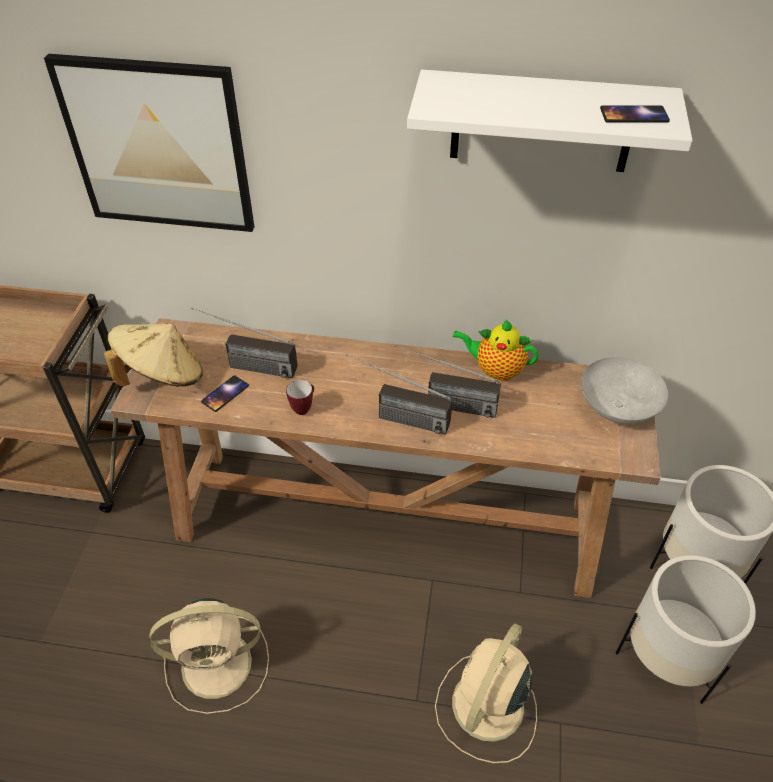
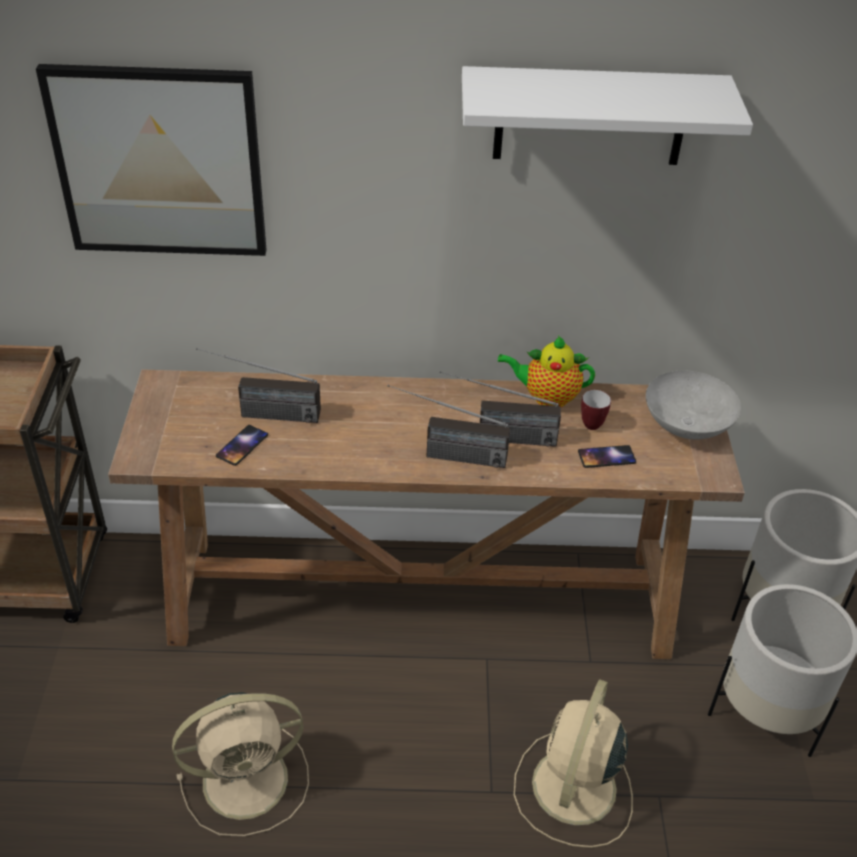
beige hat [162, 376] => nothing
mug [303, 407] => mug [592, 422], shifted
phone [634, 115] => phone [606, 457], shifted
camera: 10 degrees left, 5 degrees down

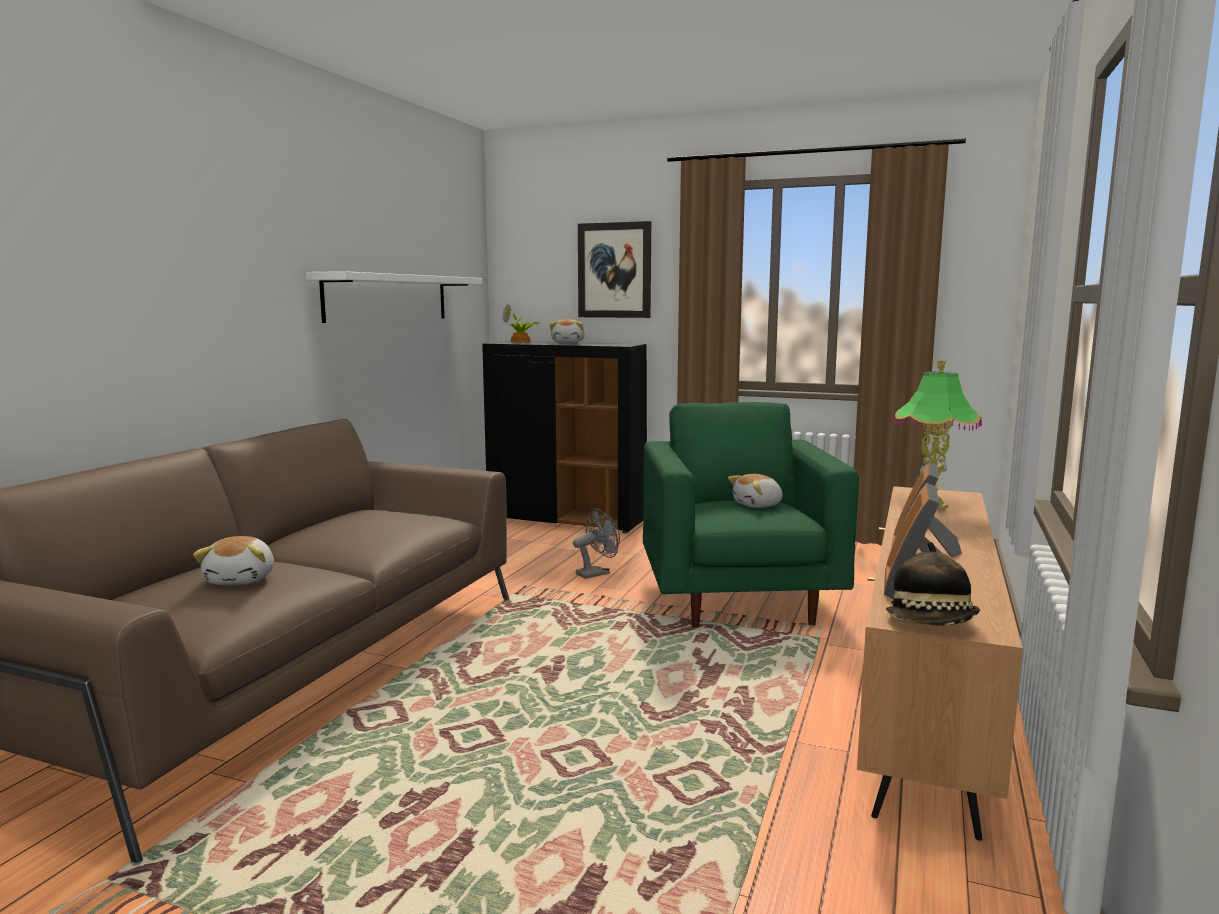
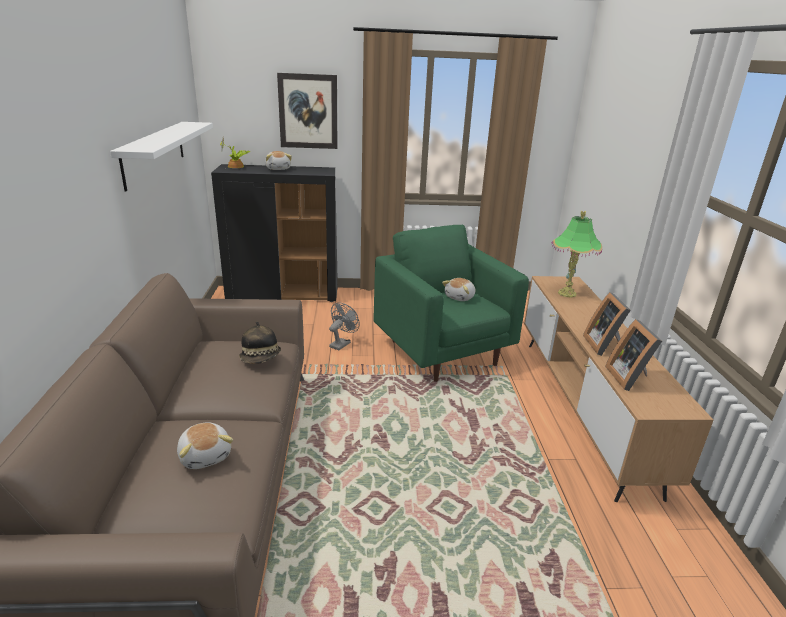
hat [932, 624] => hat [261, 358], shifted
camera: 25 degrees left, 15 degrees up

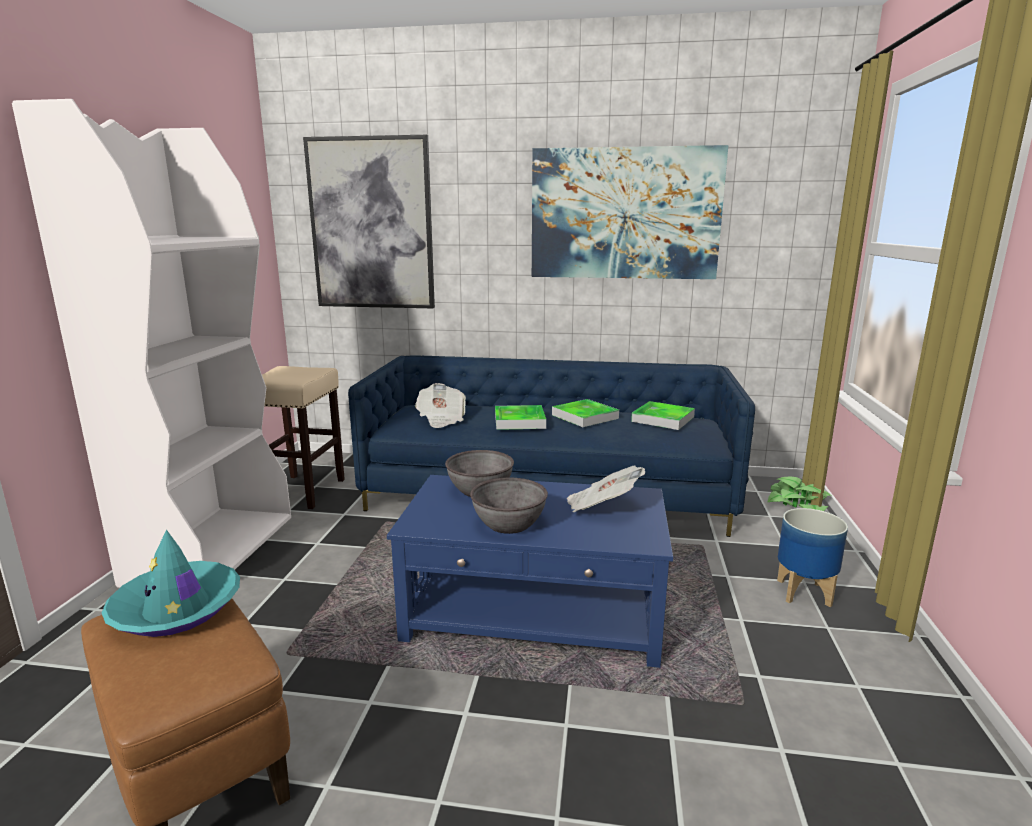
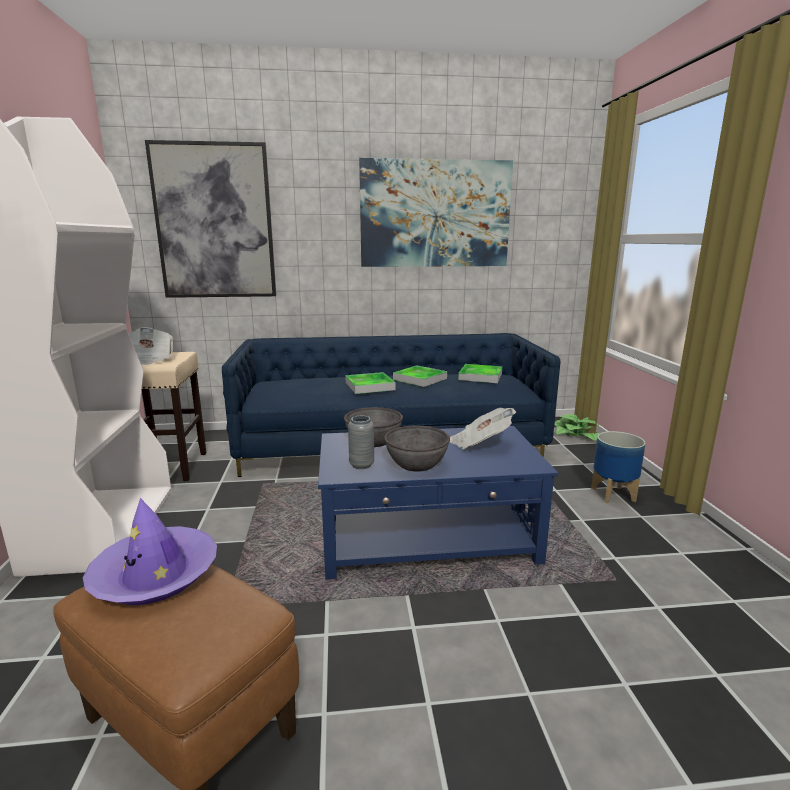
turquoise hat [177, 609] => purple hat [155, 575]
newspaper [441, 419] => newspaper [149, 359], shifted
nothing => grey vase [361, 465]
camera: 15 degrees left, 0 degrees up

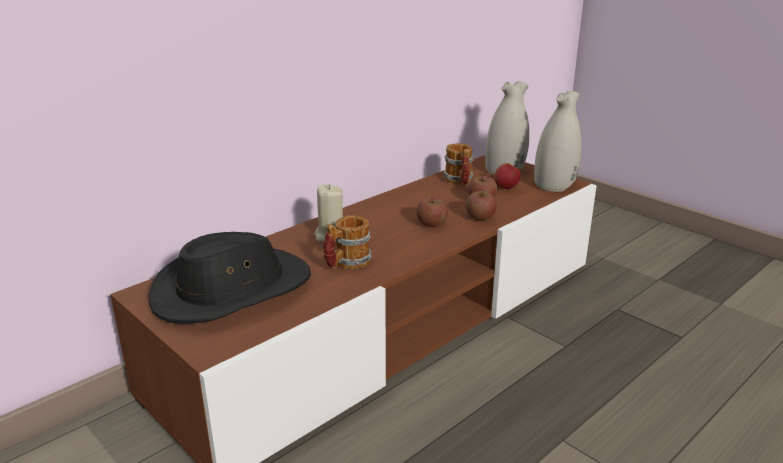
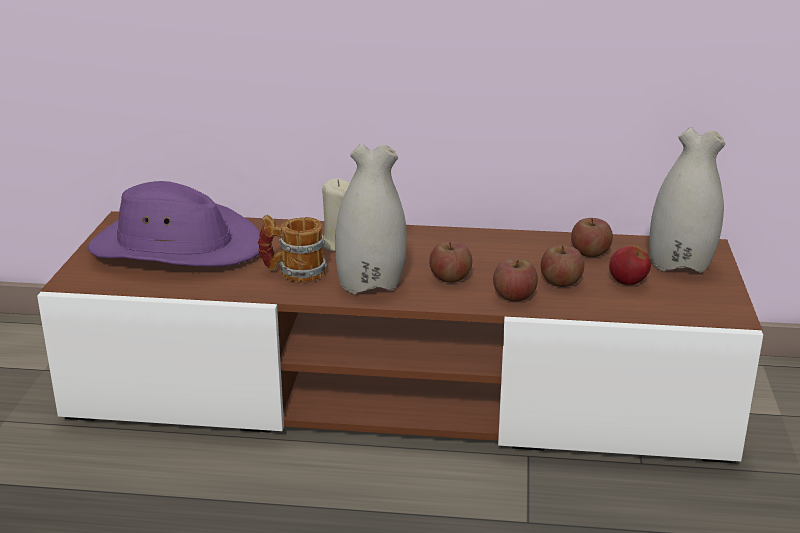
black hat [231, 290] => purple hat [176, 248]
mug [459, 182] => apple [590, 253]
white vase [554, 185] => white vase [371, 284], shifted
camera: 50 degrees right, 0 degrees up

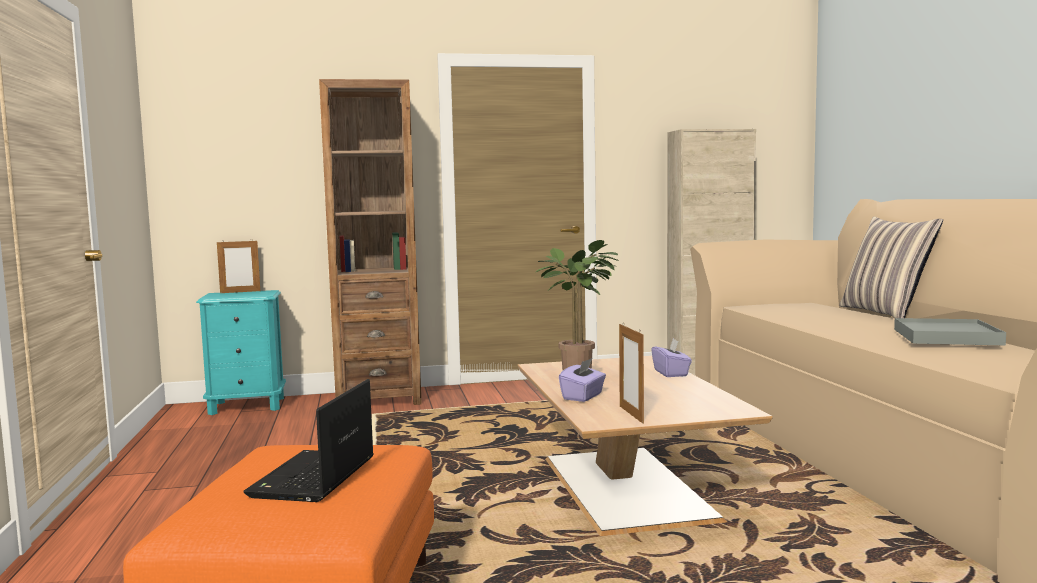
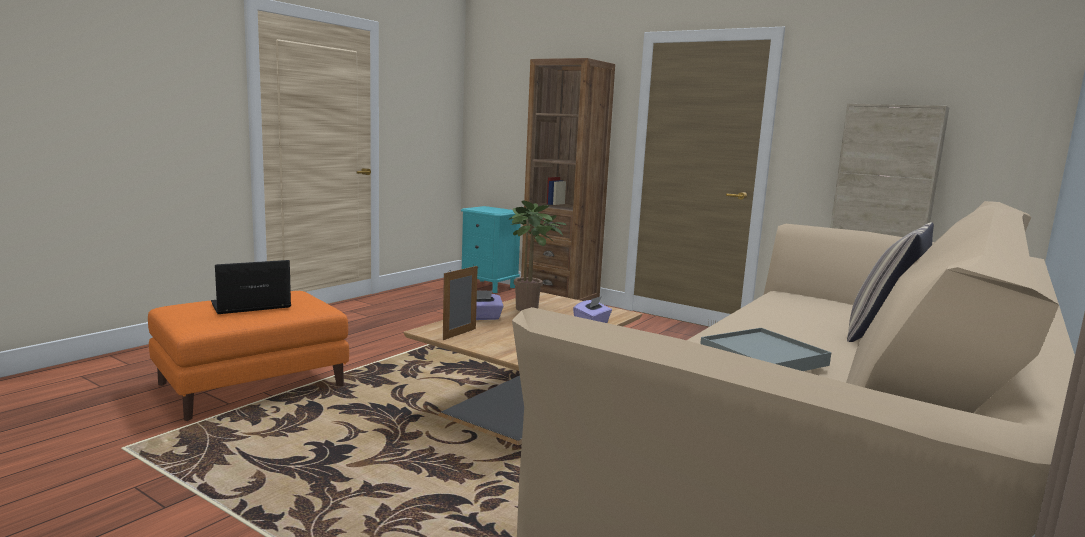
picture frame [240, 292] => nothing
camera: 45 degrees right, 5 degrees up

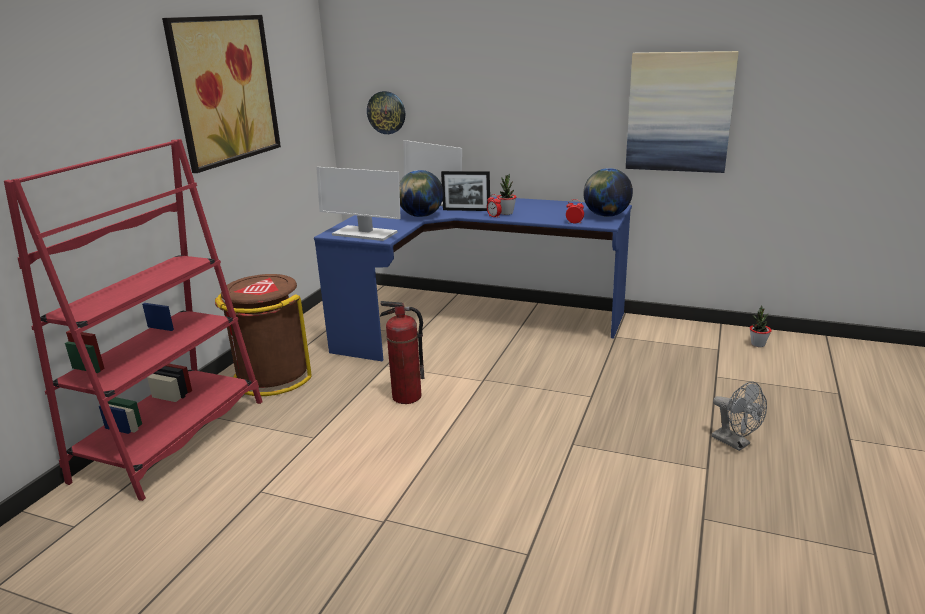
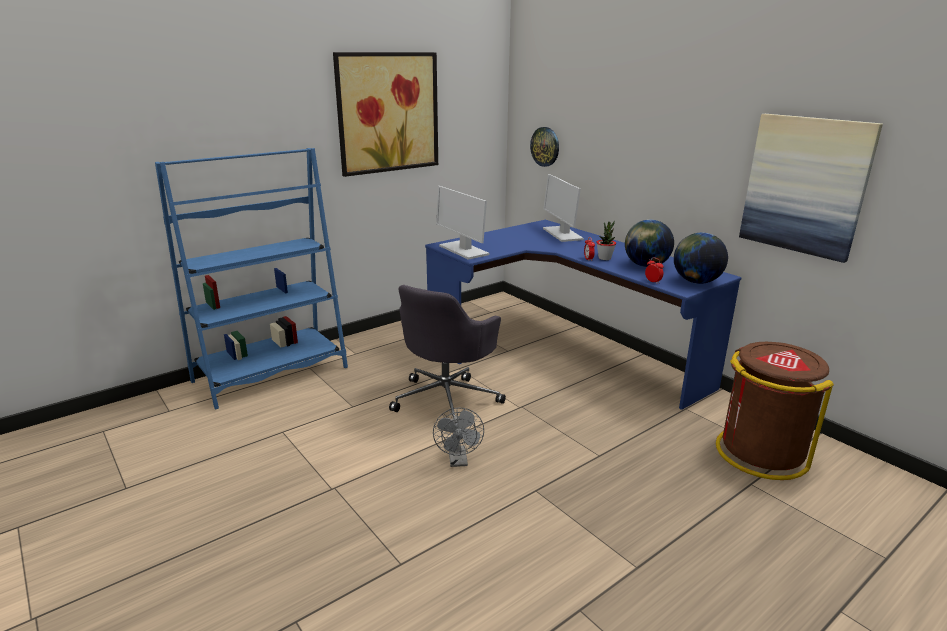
red bookcase [173, 439] => blue bookcase [271, 374]
brown trash can [272, 376] => brown trash can [760, 453], shifted
fire extinguisher [407, 397] => grey office chair [447, 399]
globe [421, 216] => globe [646, 266], shifted
picture frame [466, 210] => nothing
grey fan [735, 443] => grey fan [458, 461], shifted
potted plant [758, 344] => nothing
camera: 30 degrees right, 0 degrees up

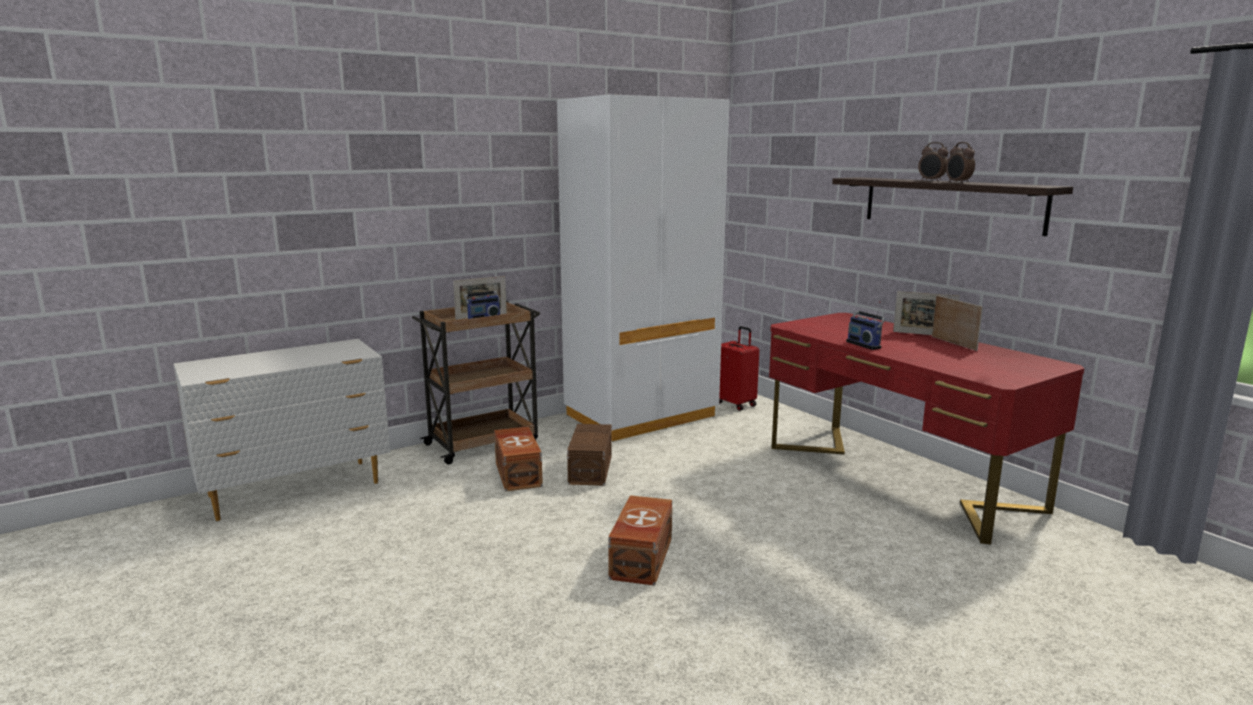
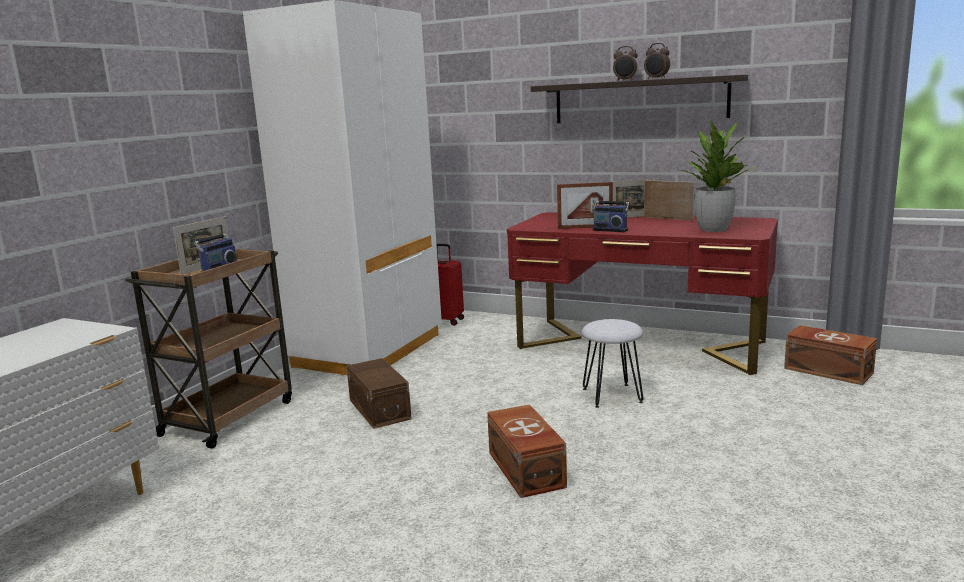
brown storage box [519, 473] => brown storage box [827, 370], shifted
nothing => picture frame [585, 227]
nothing => white stool [611, 395]
nothing => potted plant [713, 229]
camera: 30 degrees left, 0 degrees up

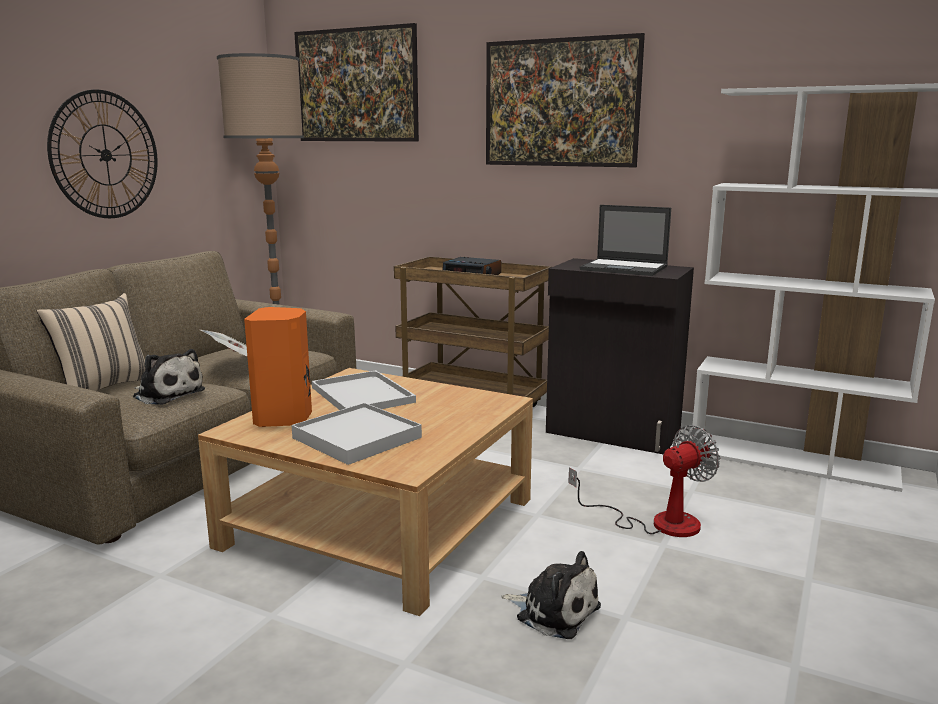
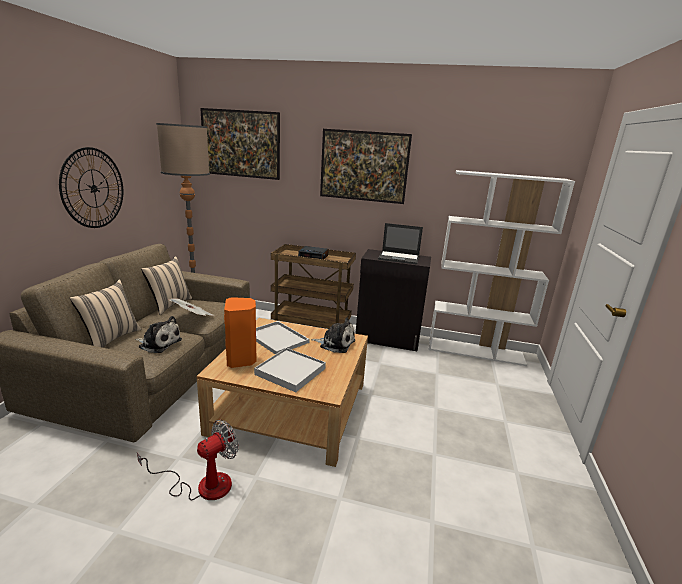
plush toy [554, 611] => plush toy [335, 343], shifted
fan [658, 522] => fan [202, 485], shifted
nothing => beige pillow [169, 305]
camera: 15 degrees left, 5 degrees up

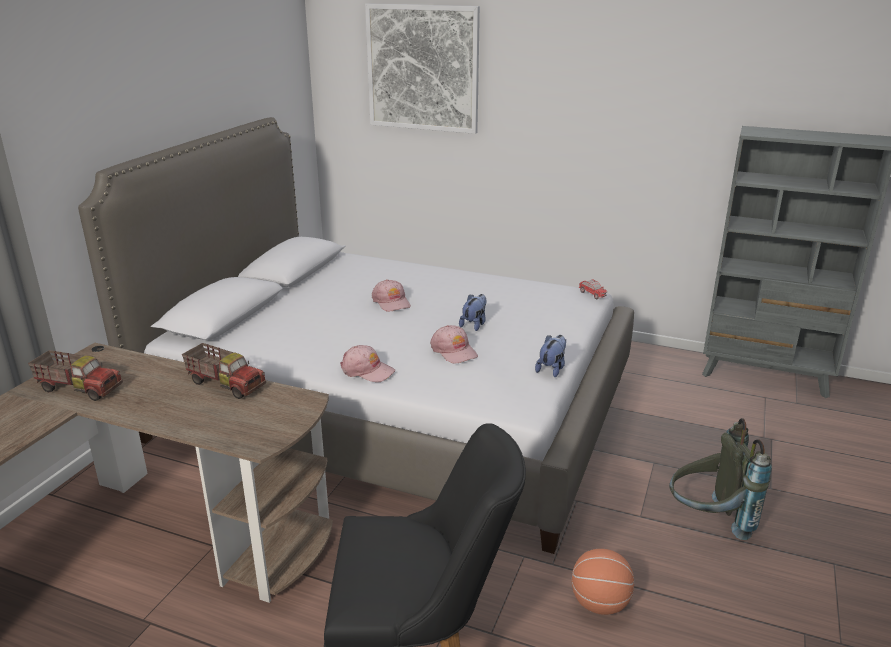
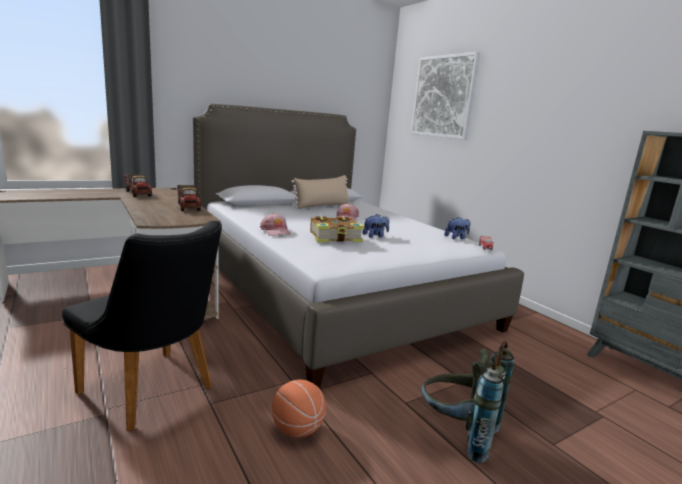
pink cap [454, 351] => book [336, 238]
plush toy [552, 369] => plush toy [456, 238], shifted
nothing => beige pillow [322, 206]
camera: 35 degrees right, 10 degrees down

